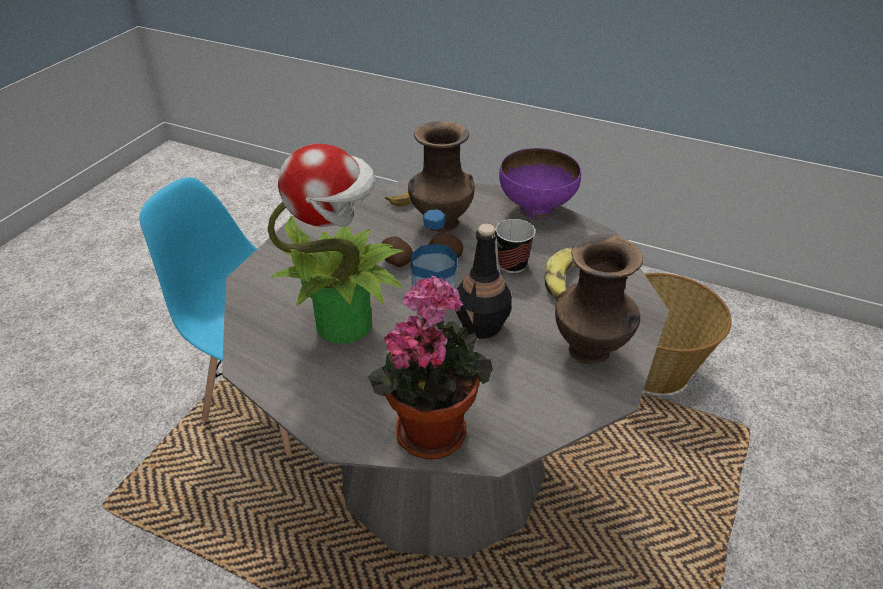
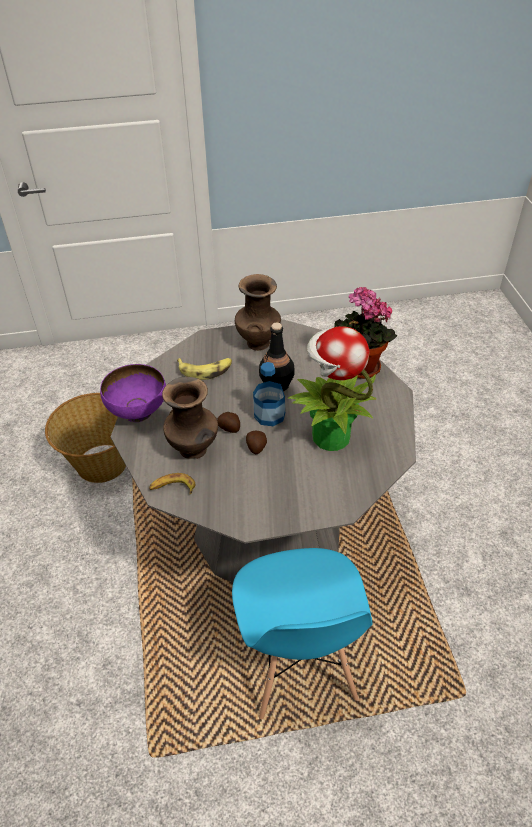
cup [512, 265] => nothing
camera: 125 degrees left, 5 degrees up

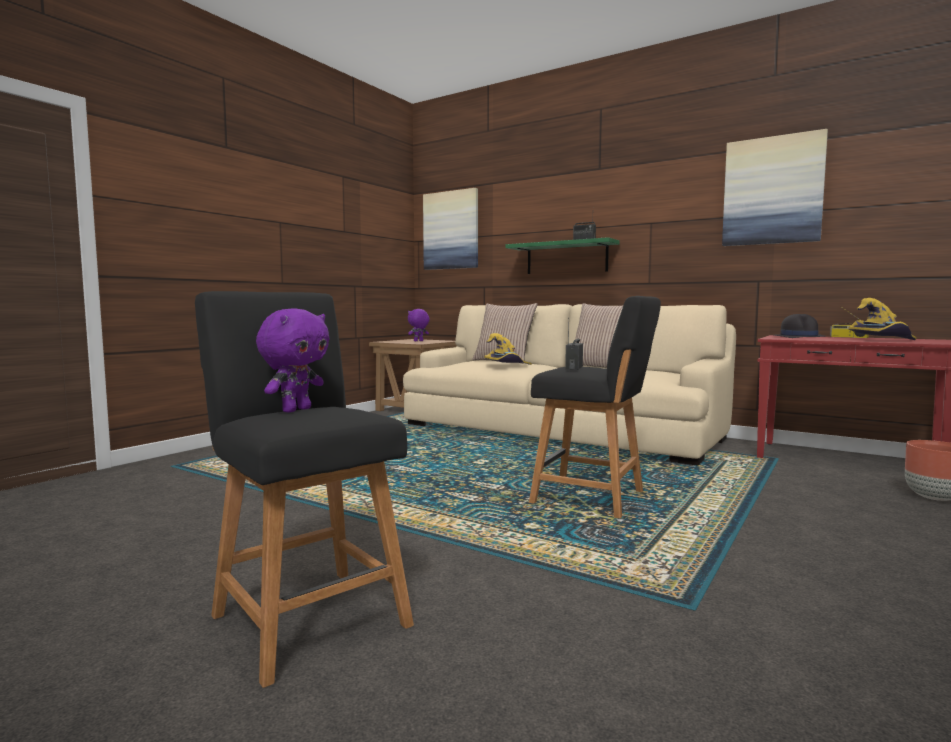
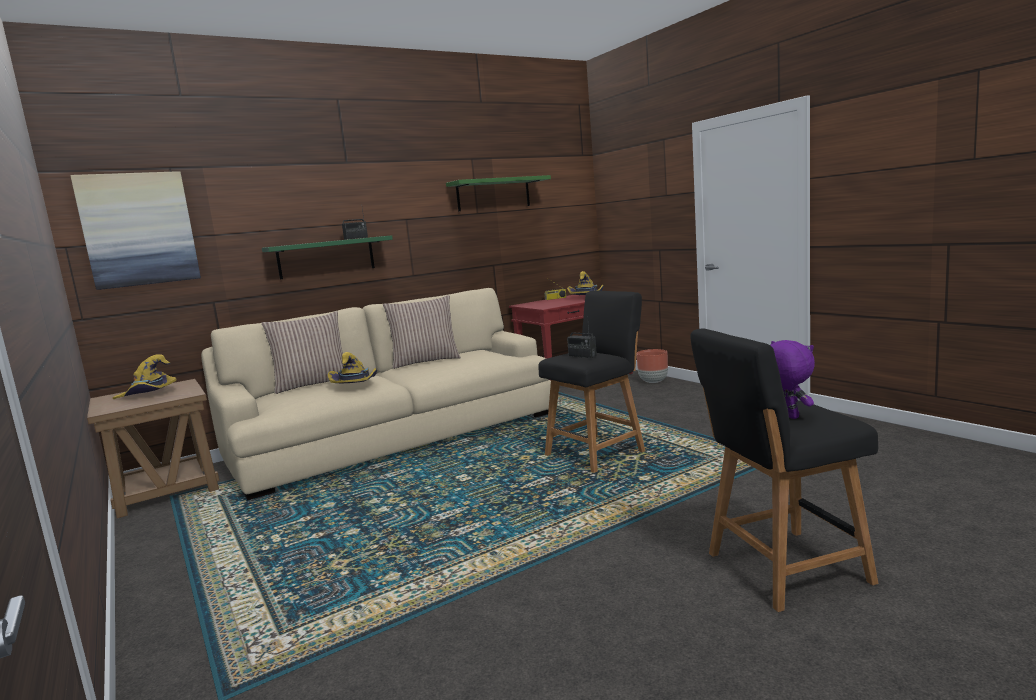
purple plush toy [418, 341] => yellow hat [148, 394]
picture [772, 191] => green shelf [493, 194]
black hat [798, 337] => nothing
camera: 65 degrees left, 5 degrees up

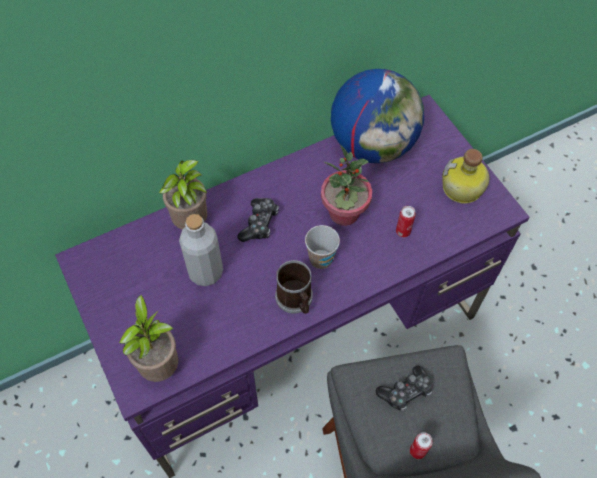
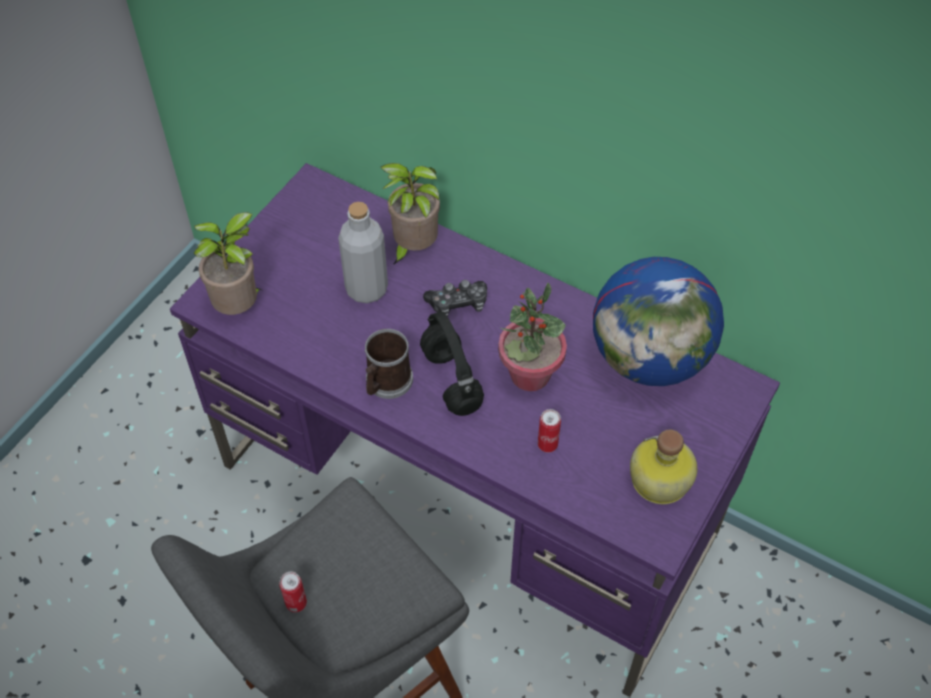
cup [321, 259] => black headphones [453, 381]
game controller [405, 392] => nothing
camera: 60 degrees right, 5 degrees down

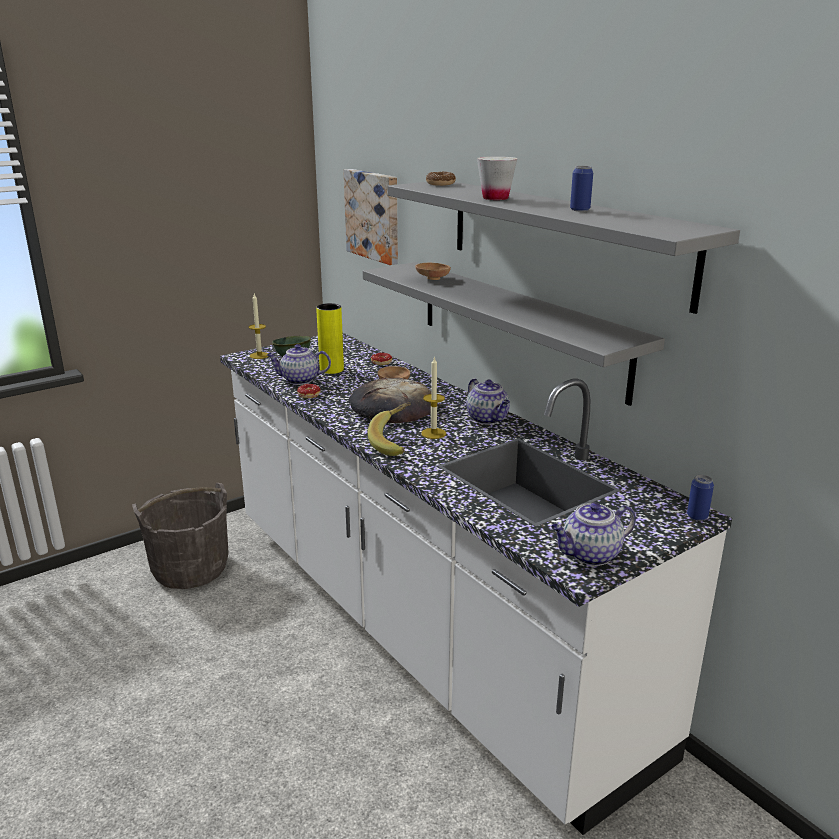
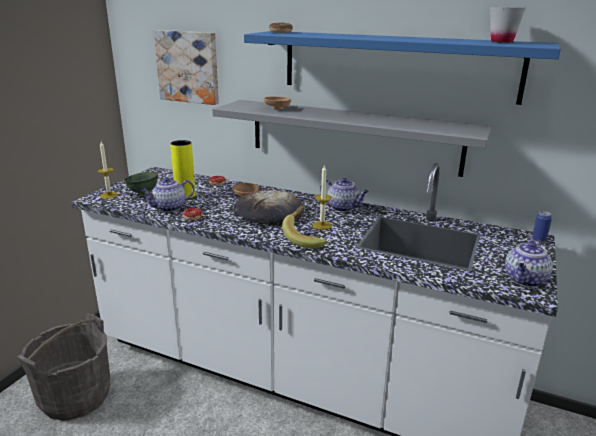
grey shelf [562, 239] => blue shelf [396, 65]
white cup [495, 198] => white cup [501, 41], shifted
can [580, 210] => nothing
camera: 30 degrees left, 0 degrees up

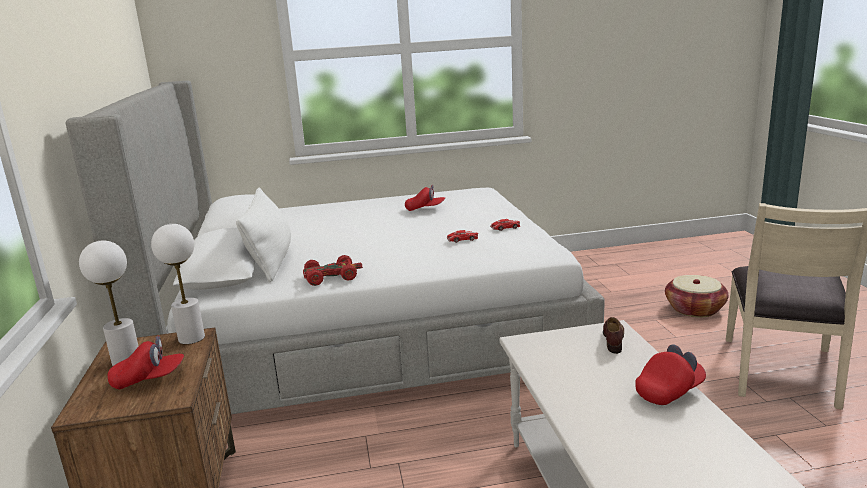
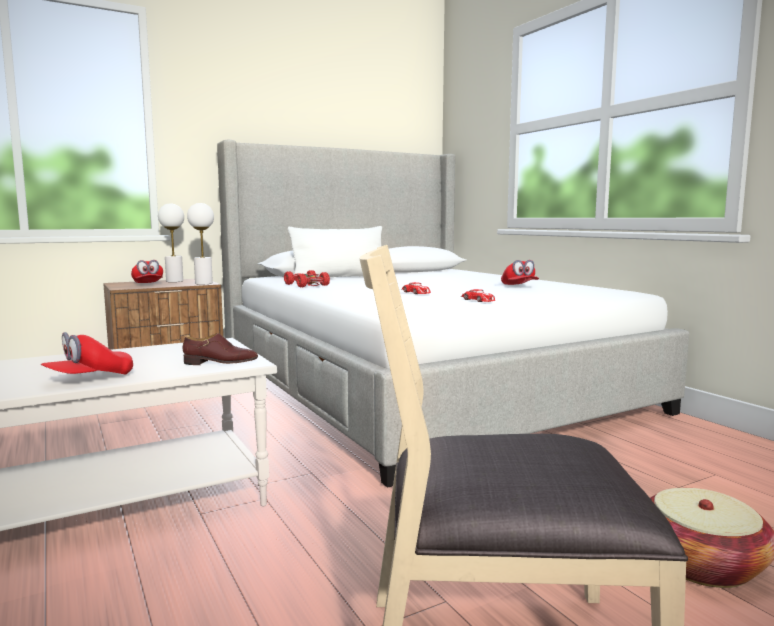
red cap [669, 391] => red cap [90, 379], 90 degrees clockwise
camera: 70 degrees right, 10 degrees down

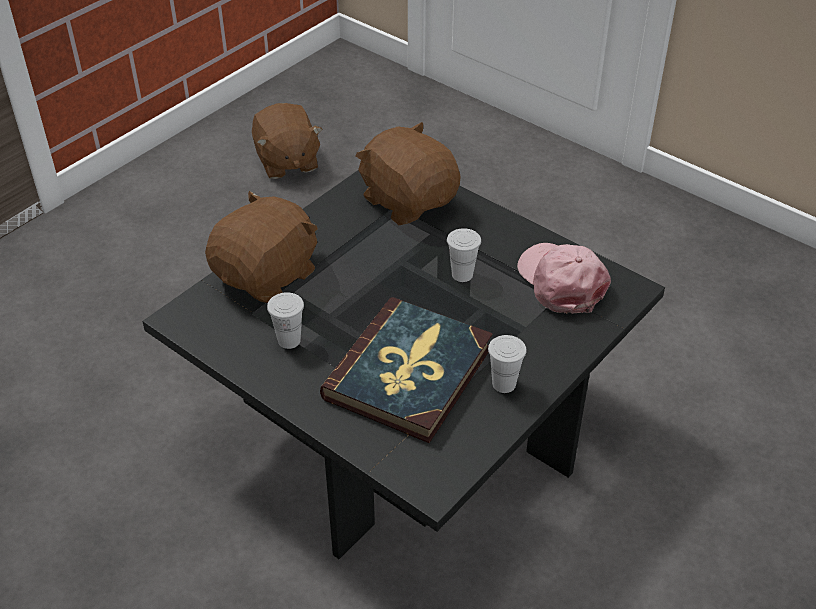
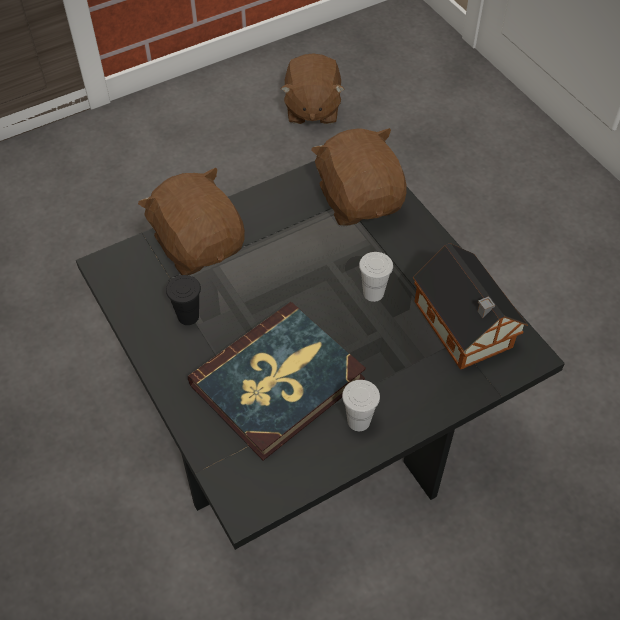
brown plush toy [268, 276] => brown plush toy [199, 245], 90 degrees counterclockwise
white cup [289, 340] => black cup [188, 316]
pink cap [561, 282] => toy house [464, 328]
camera: 20 degrees right, 10 degrees up

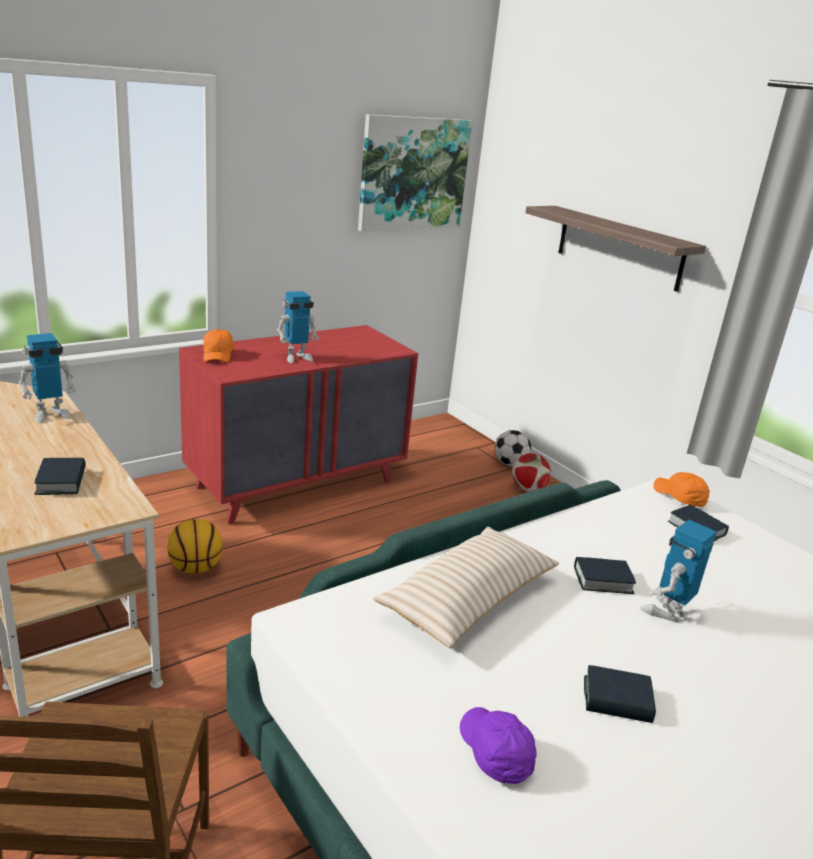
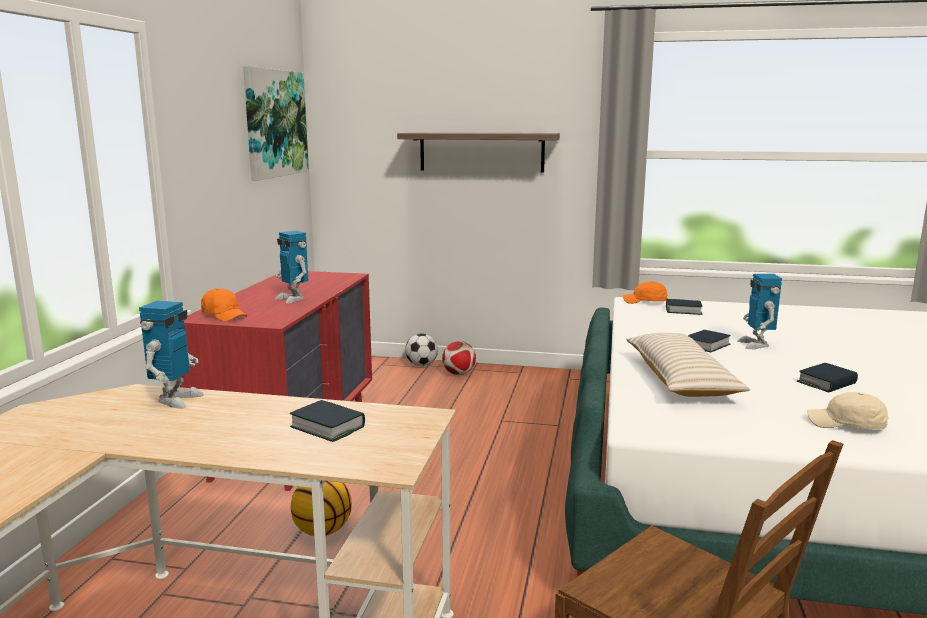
toy robot [297, 357] => toy robot [293, 299], 120 degrees clockwise
purple cap [494, 752] => beige cap [847, 425]
camera: 40 degrees left, 10 degrees down

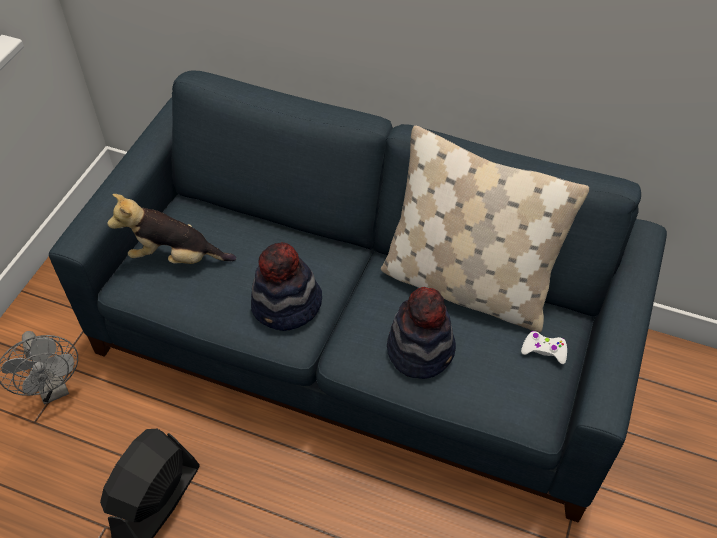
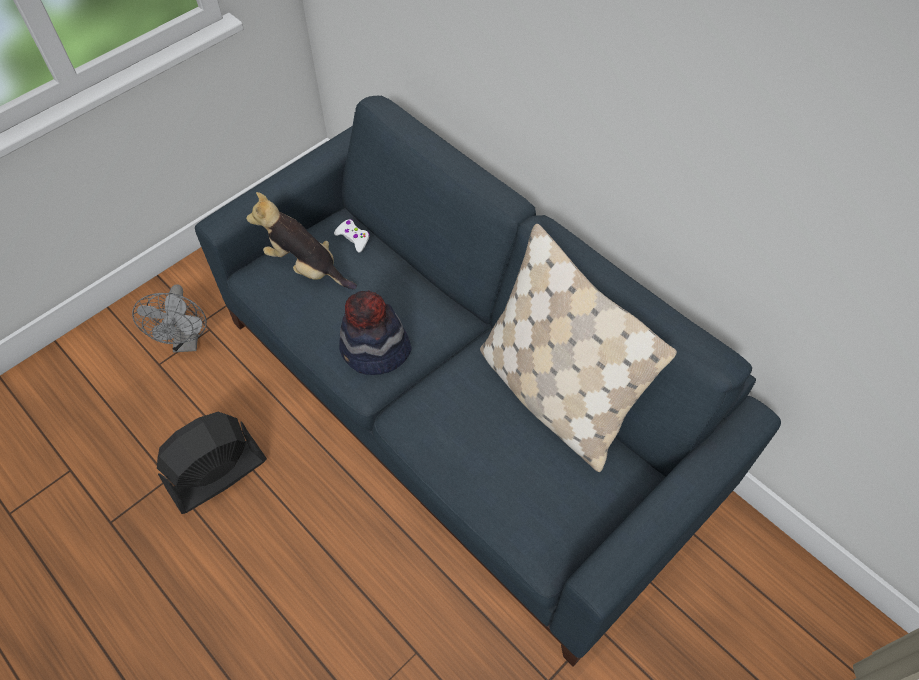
hat [421, 349] => nothing
white game controller [544, 350] => white game controller [353, 238], shifted
camera: 25 degrees right, 5 degrees up

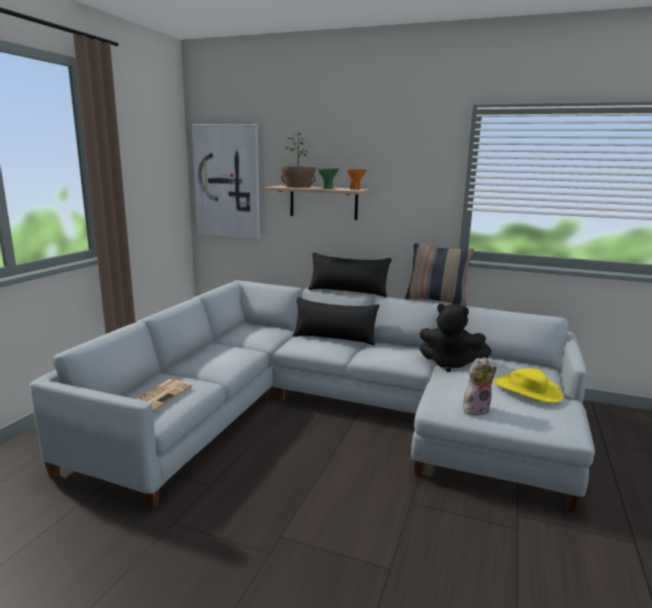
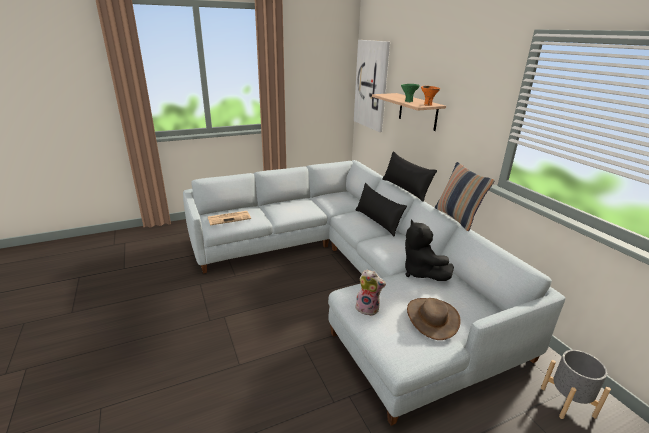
potted plant [298, 187] => nothing
yellow hat [527, 390] => brown hat [432, 318]
nothing => grey planter [567, 401]
camera: 45 degrees right, 10 degrees up

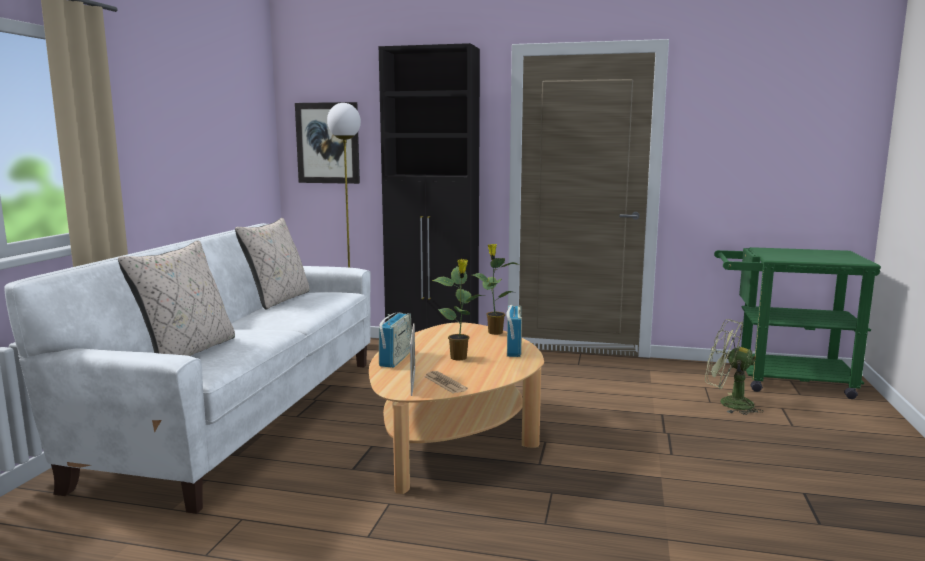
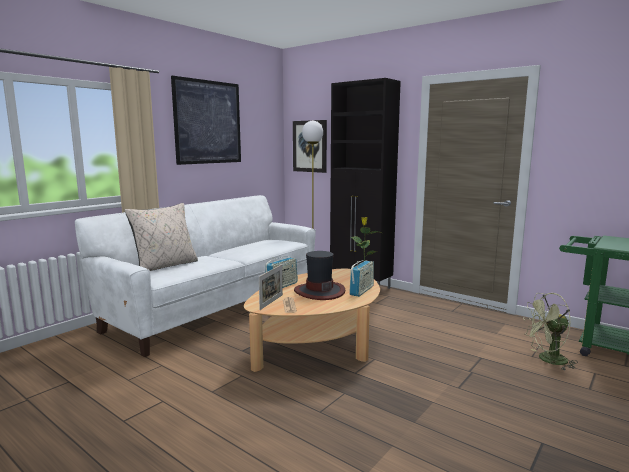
beige pillow [278, 300] => nothing
potted plant [459, 358] => hat [319, 291]
green fan [728, 403] => green fan [547, 360], 60 degrees counterclockwise
nothing => picture [208, 122]
camera: 25 degrees right, 0 degrees up

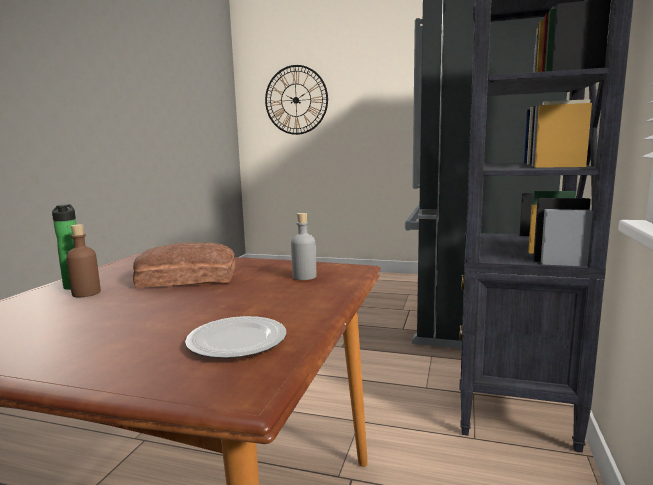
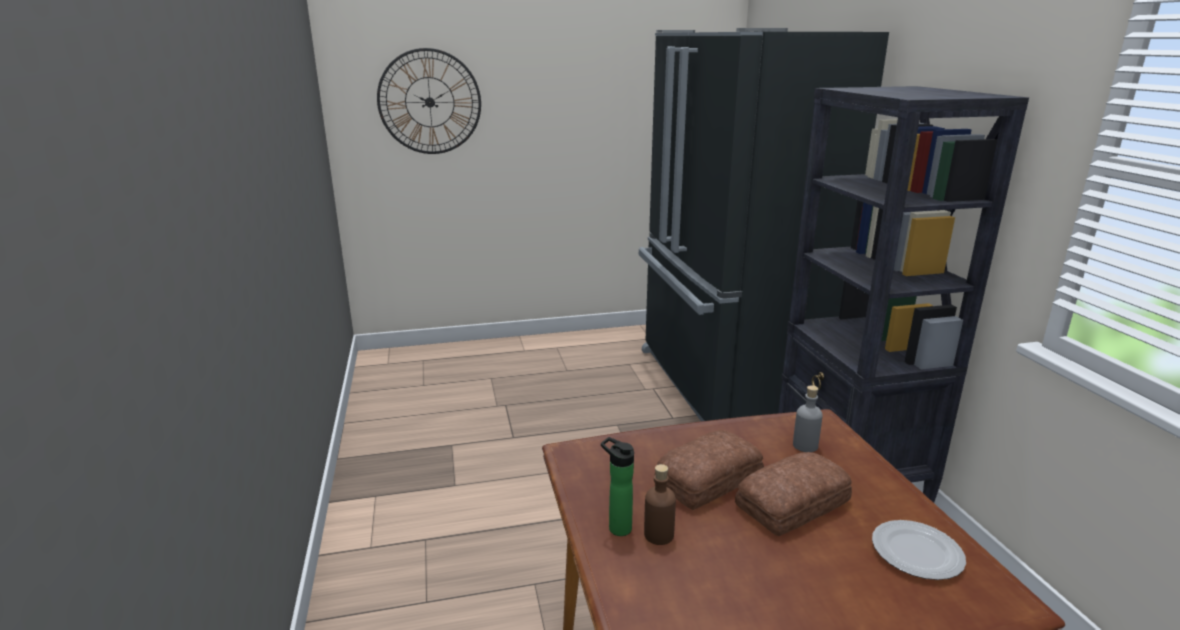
nothing => bread [795, 504]
camera: 30 degrees left, 10 degrees up

